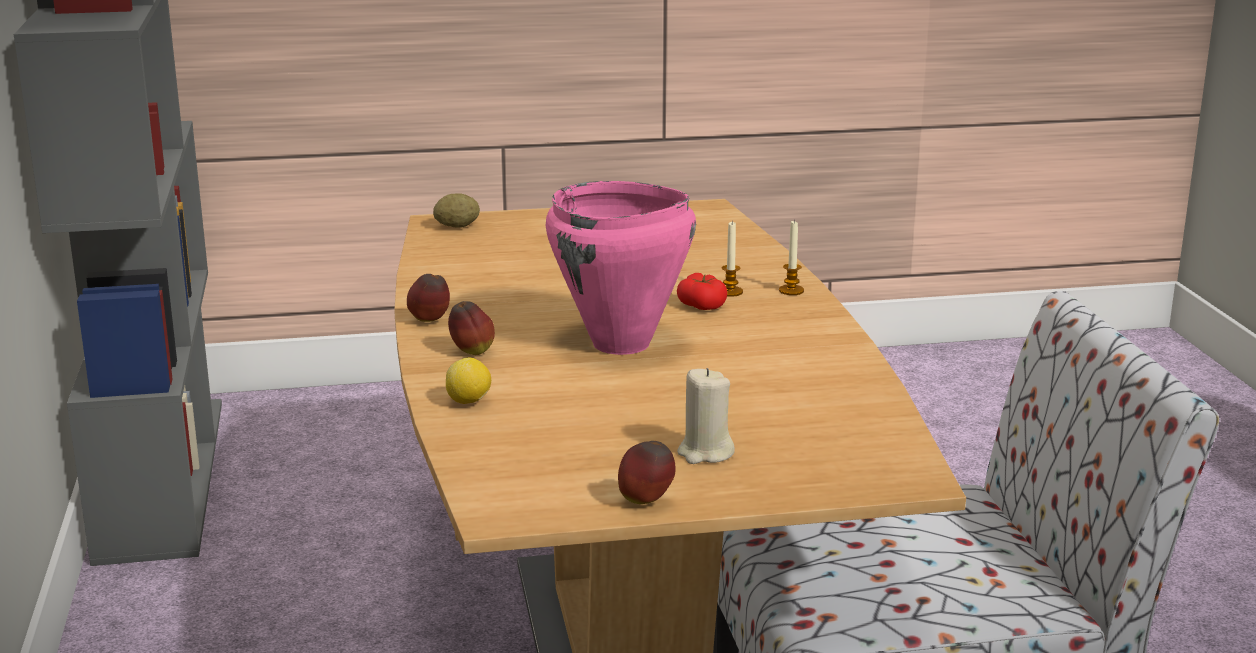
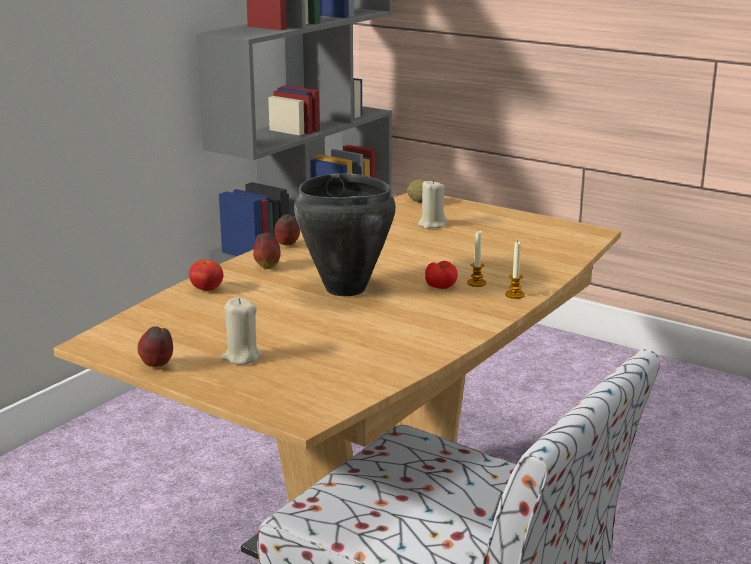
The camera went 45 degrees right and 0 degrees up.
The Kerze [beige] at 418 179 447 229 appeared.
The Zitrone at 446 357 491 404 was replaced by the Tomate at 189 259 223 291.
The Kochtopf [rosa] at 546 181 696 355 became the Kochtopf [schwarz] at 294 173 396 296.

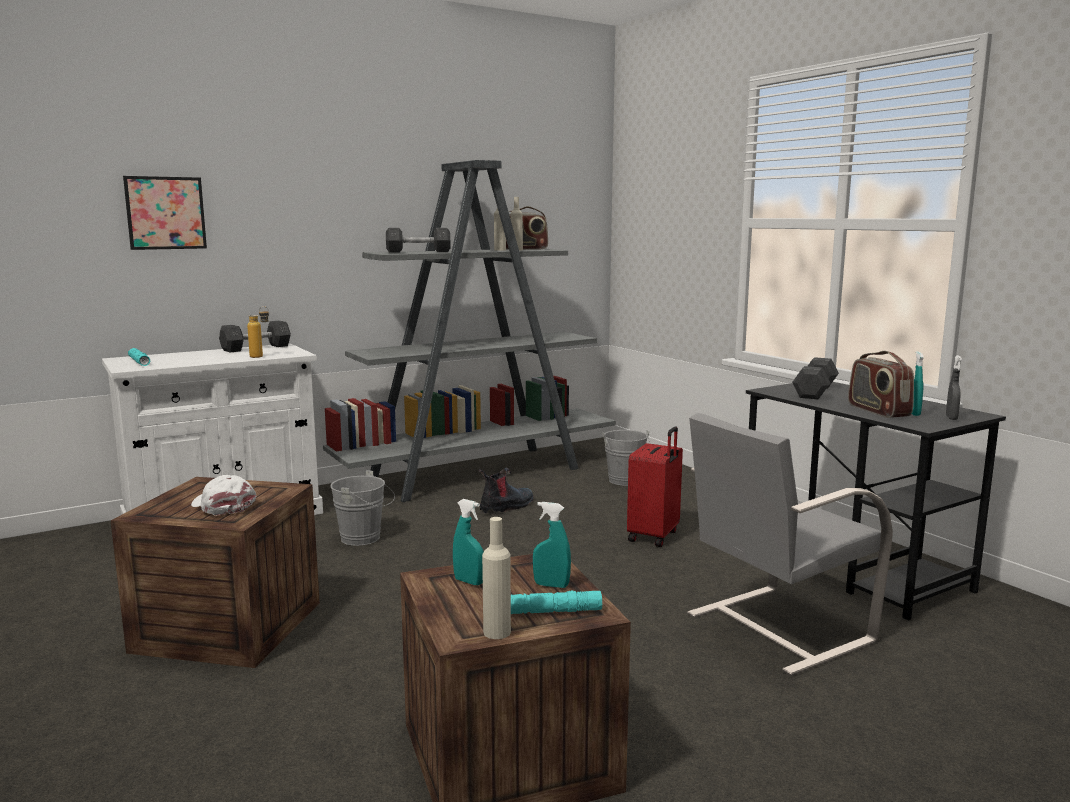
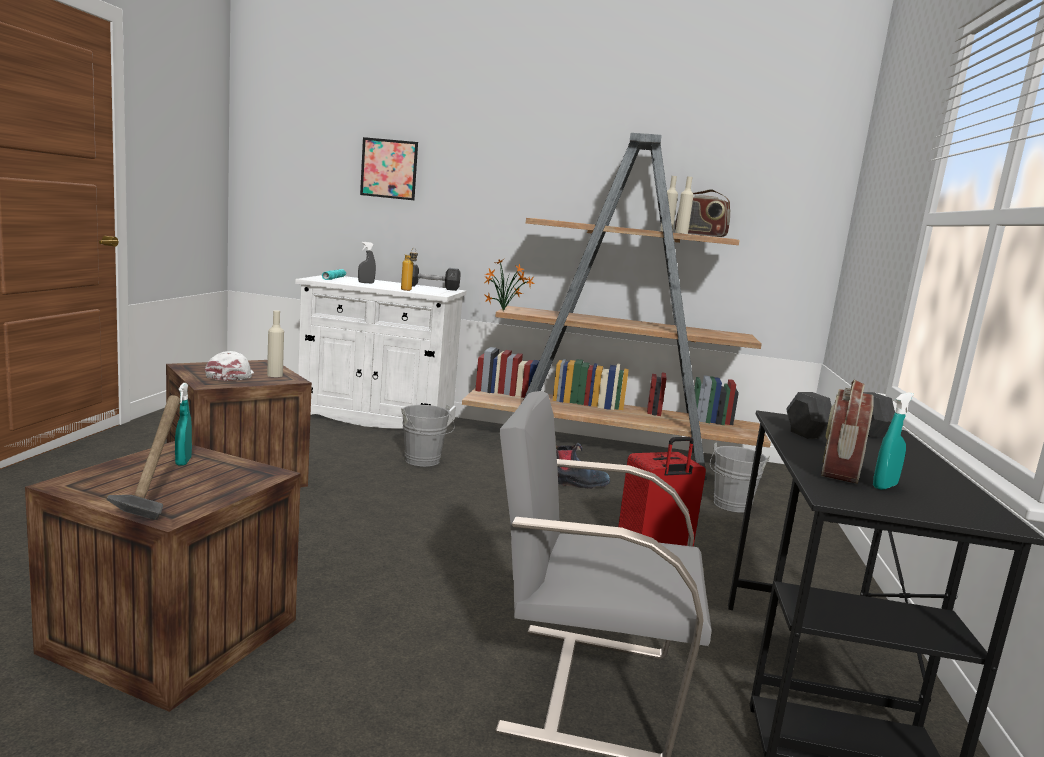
The camera went 40 degrees right and 0 degrees up.
The Hantel [grau] at 386 228 450 253 disappeared.
The Sprühflasche [türkis] at 533 502 571 588 disappeared.
The Topfpflanze at 484 259 534 311 appeared.
The Flasche [beige] moved from 482 517 511 639 to 267 310 284 377.
The Sprühflasche [grau] moved from 946 355 962 420 to 358 242 376 283.
The Taschenlampe [türkis] at 511 590 602 614 was replaced by the Hammer at 106 395 180 520.
The Bücherregal [grau] at 323 160 616 502 became the Bücherregal [braun] at 462 133 771 480.

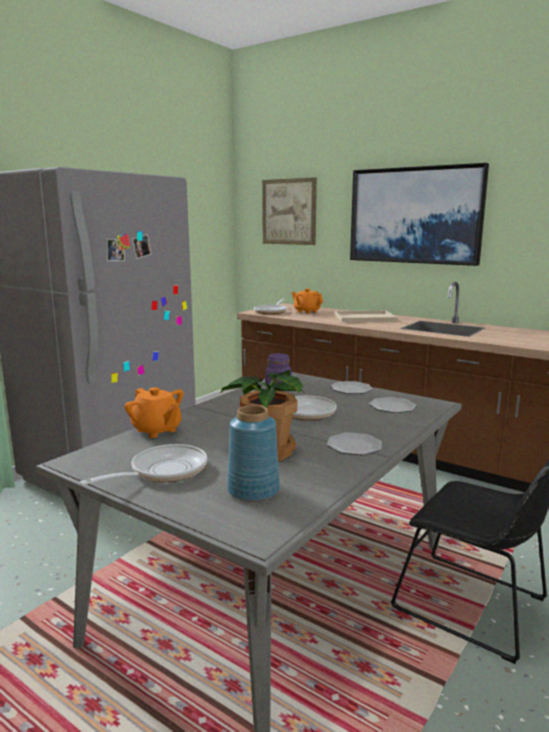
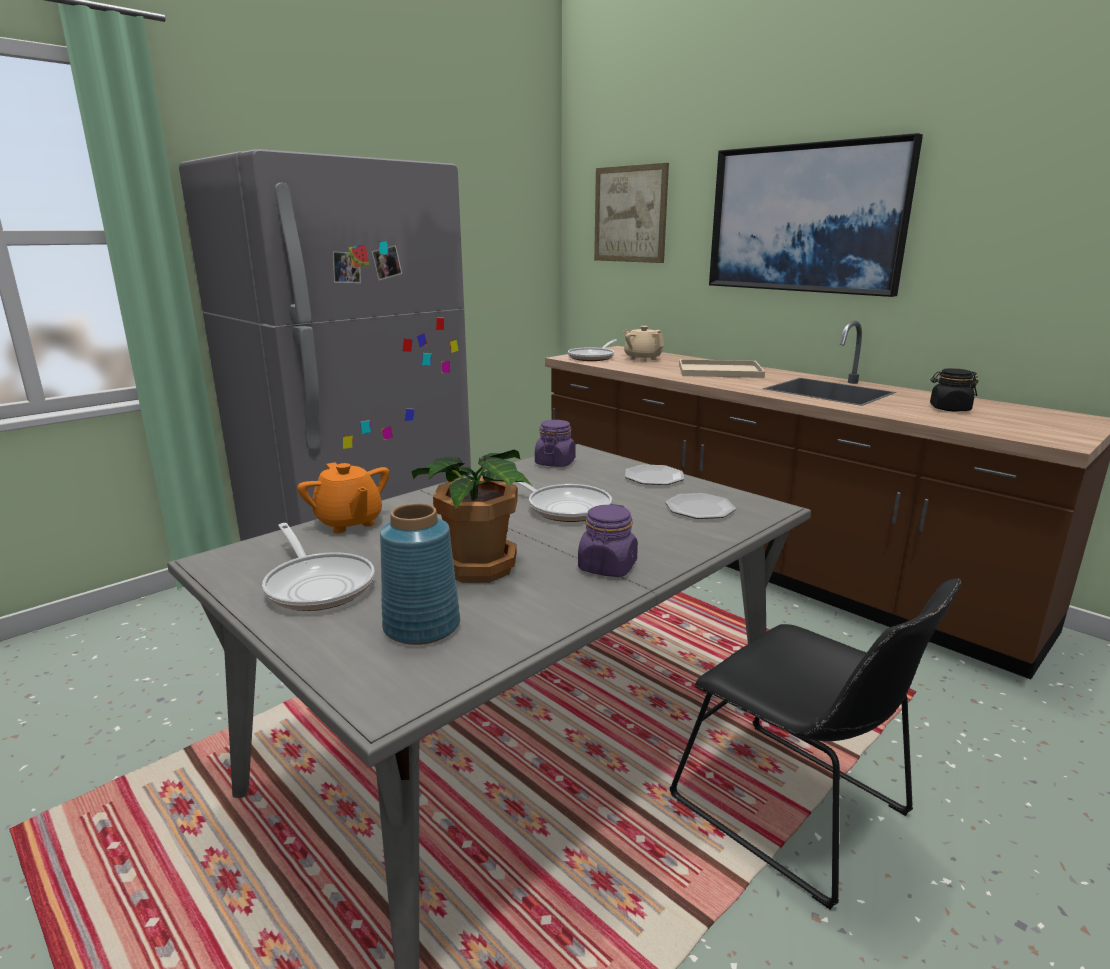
The camera went 10 degrees right and 5 degrees up.
The Vorratsglas [schwarz] at 930 368 979 411 appeared.
The Teller at 327 432 382 455 was replaced by the Vorratsglas [lila] at 578 504 638 577.
The Teekanne [orange] at 292 288 323 314 became the Teekanne [beige] at 623 326 664 362.
The Pfanne at 79 444 207 486 turned 90 degrees clockwise.

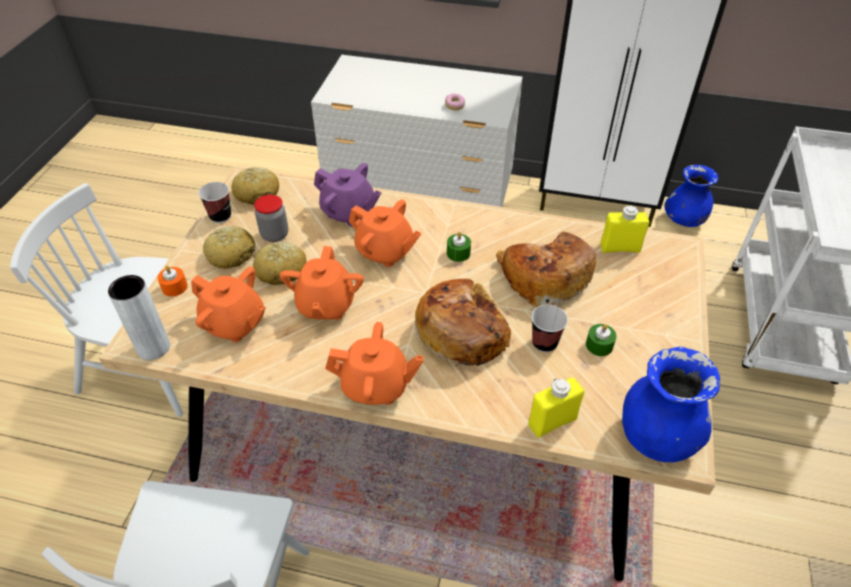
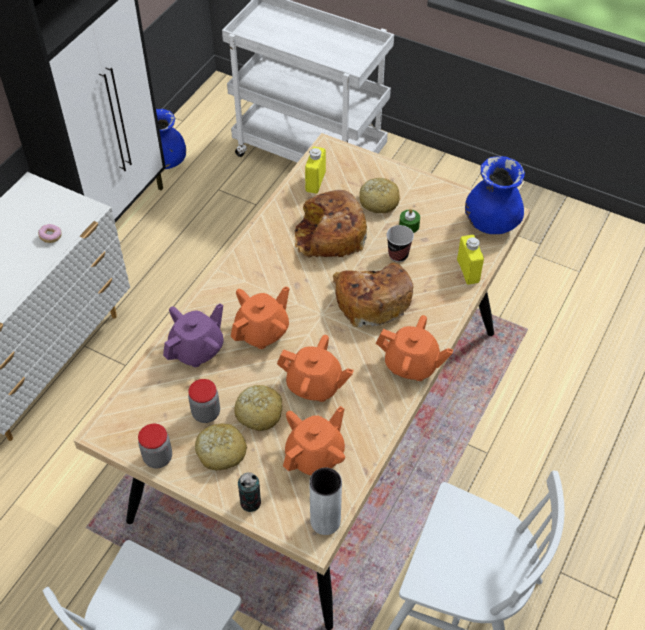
The camera went 75 degrees left and 5 degrees up.
The Kerze [grün] at 447 232 471 262 disappeared.
The Brot moved from 231 167 279 205 to 359 178 400 213.
The Kerze [orange] at 157 266 188 297 was replaced by the Dose at 238 472 261 512.
The Tasse at 198 182 231 223 was replaced by the Vorratsglas at 138 424 172 469.
The Teekanne [orange] at 325 322 424 405 turned 90 degrees clockwise.

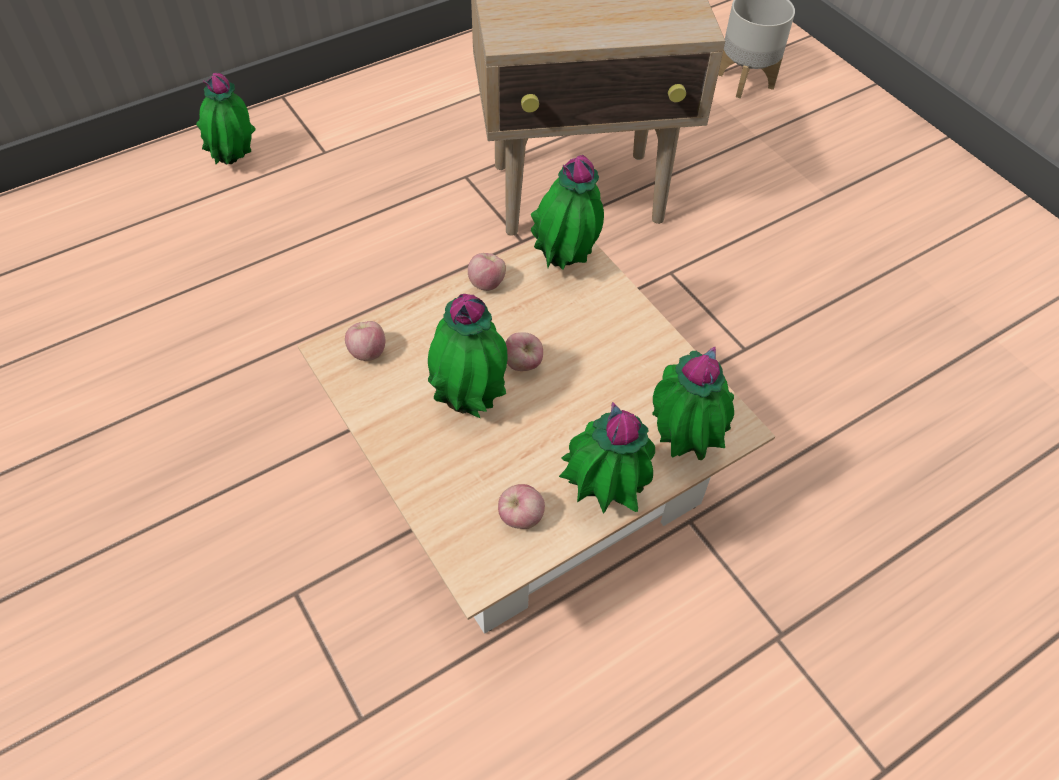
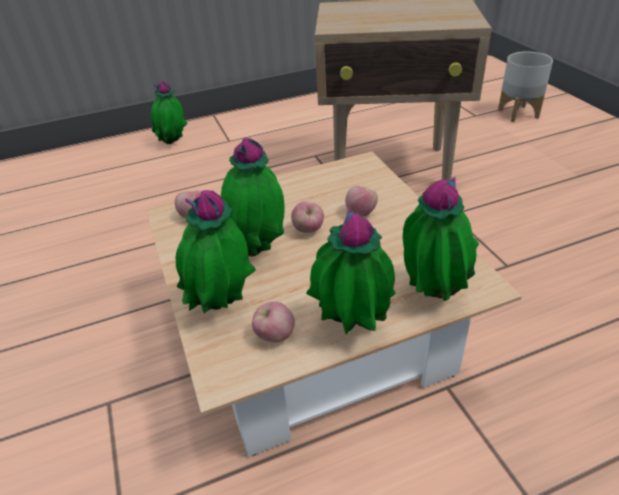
The camera went 15 degrees right and 15 degrees down.
The Apfel moved from 468 253 506 291 to 345 186 378 217.
The Topfpflanze moved from 531 155 604 270 to 176 190 256 313.

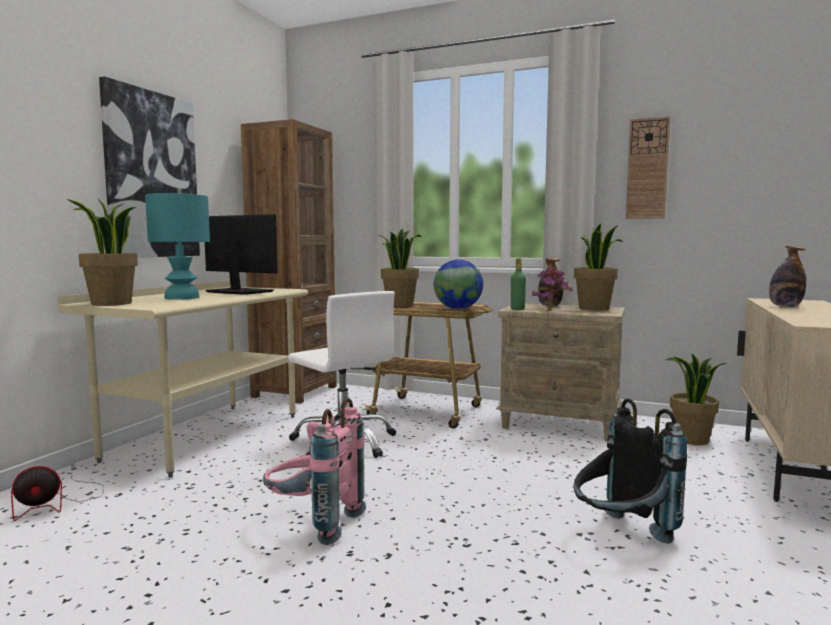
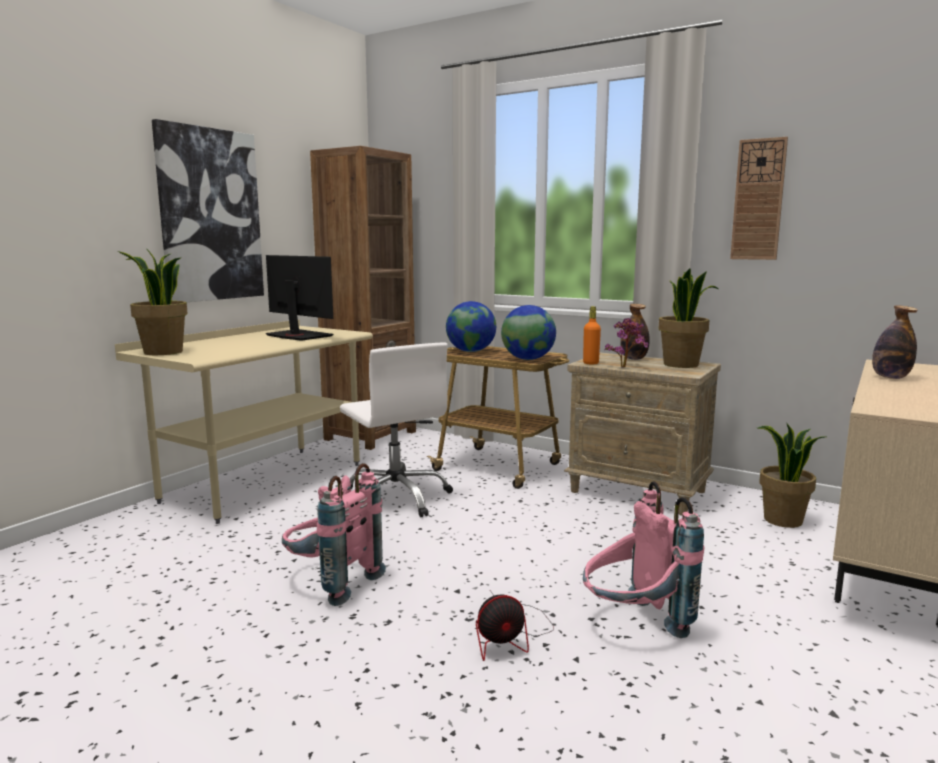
The camera went 10 degrees right and 5 degrees up.
The Tischlampe [türkis] at 145 193 210 300 disappeared.
The Ventilator moved from 11 466 103 521 to 476 590 553 661.
The Topfpflanze at 379 228 422 307 was replaced by the Globus at 446 301 496 352.
The Flasche [grün] at 511 258 526 310 became the Flasche [orange] at 583 306 601 365.
The Rucksack [schwarz] at 574 398 687 544 became the Rucksack [rosa] at 583 481 704 638.

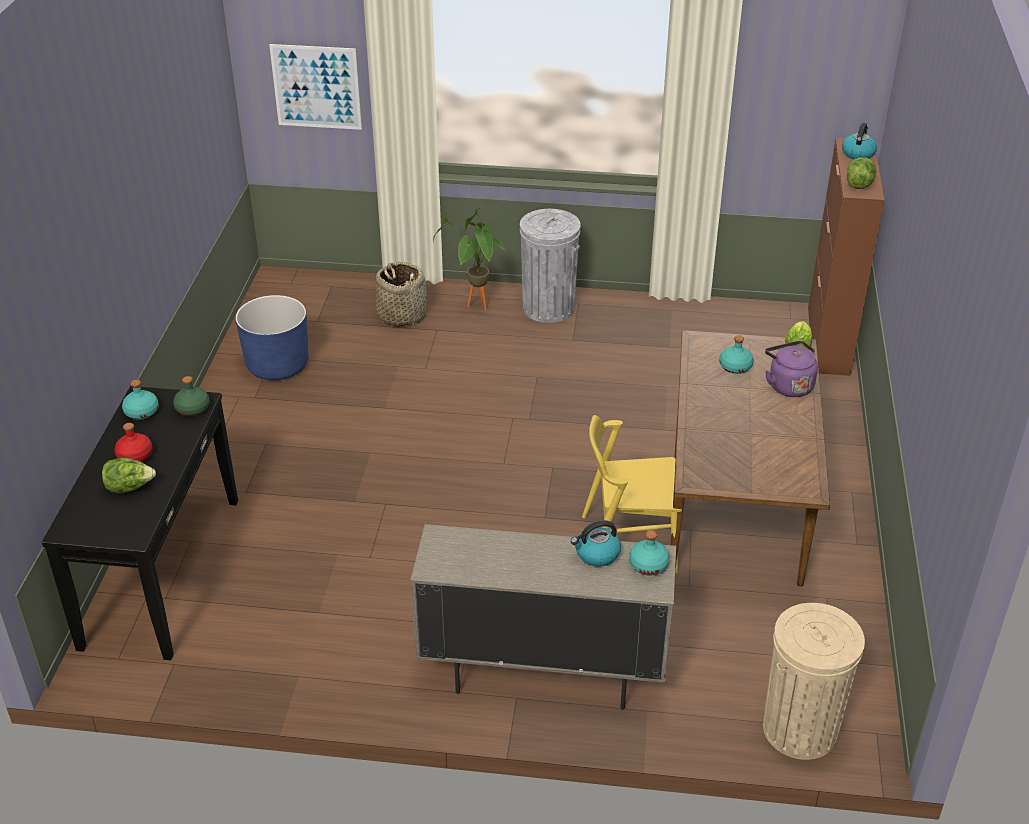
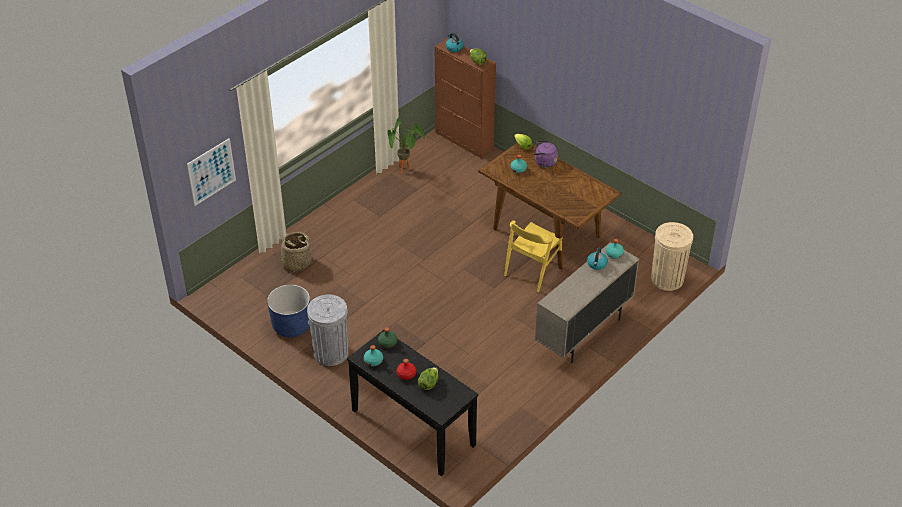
The camera went 55 degrees left and 5 degrees up.
The Topfpflanze moved from 433 207 505 310 to 387 117 425 173.
The Mülleimer [grau] moved from 520 209 581 323 to 307 295 348 366.

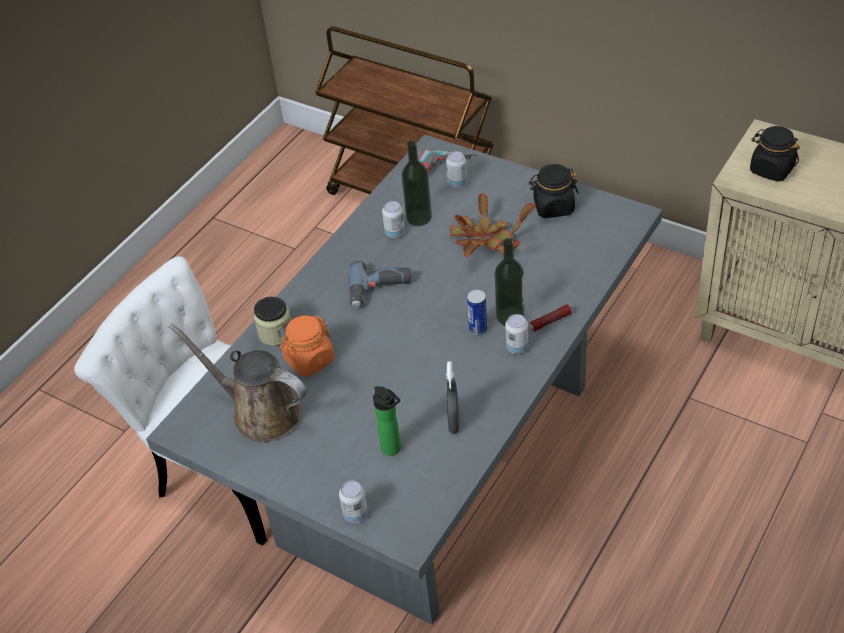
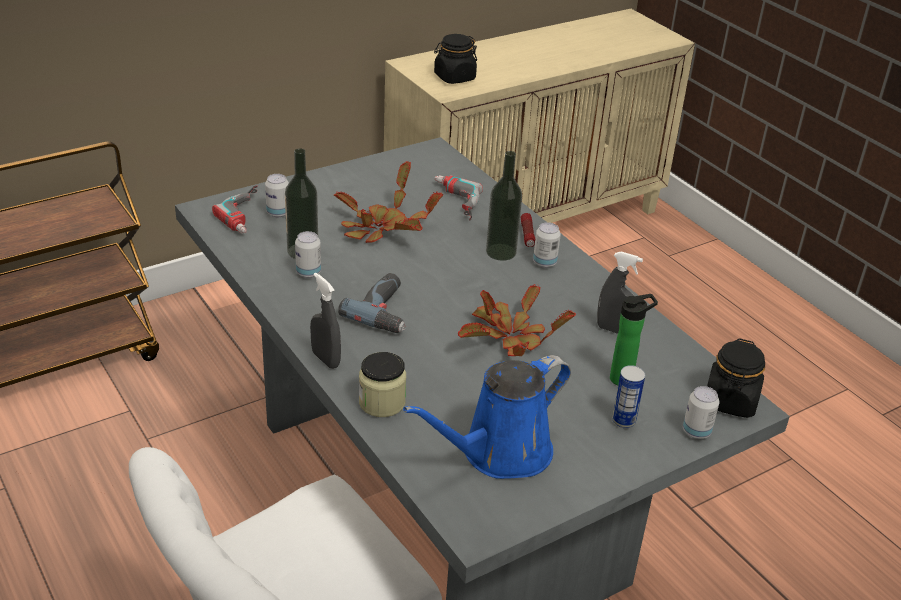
The camera went 70 degrees left and 10 degrees down.
The Vorratsglas [orange] at 280 315 334 377 disappeared.
The Sprühflasche [grau] at 310 273 341 369 appeared.
The Bohrmaschine at 434 175 483 220 appeared.
The Topfpflanze at 458 284 576 356 appeared.
The Dose moved from 467 290 487 336 to 612 365 645 428.
The Vorratsglas [schwarz] moved from 529 164 578 218 to 707 338 765 418.
The Gießkanne [braun] at 169 323 307 442 became the Gießkanne [blau] at 403 355 571 479.

